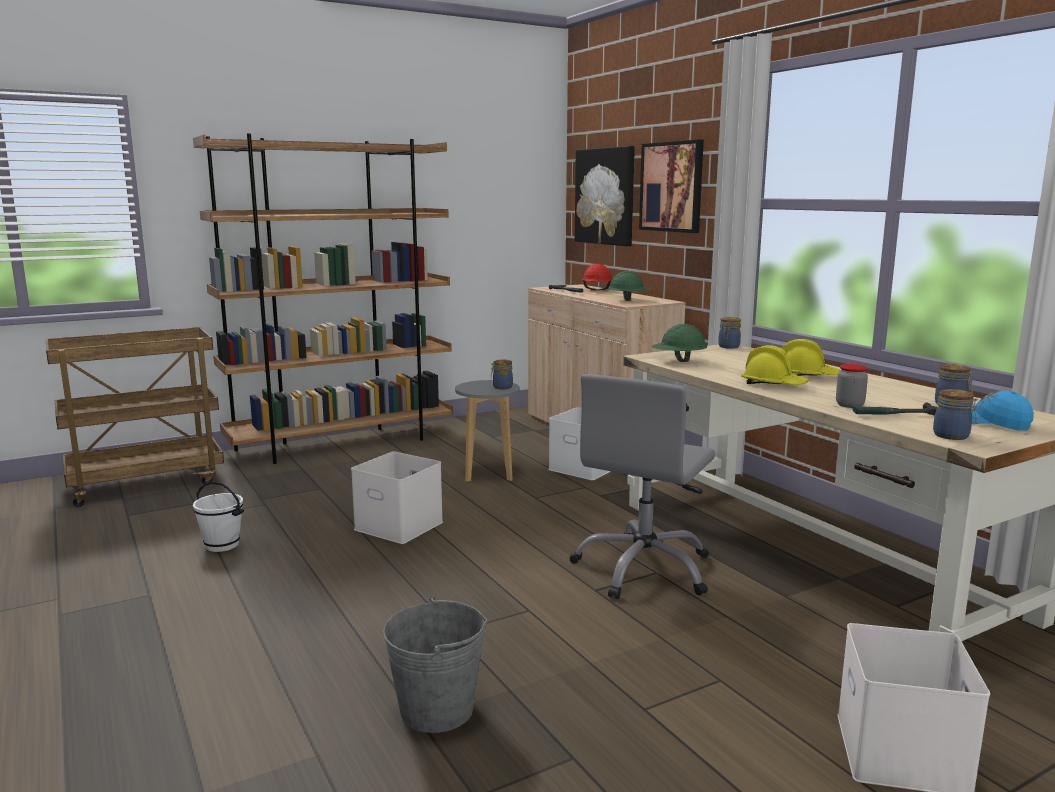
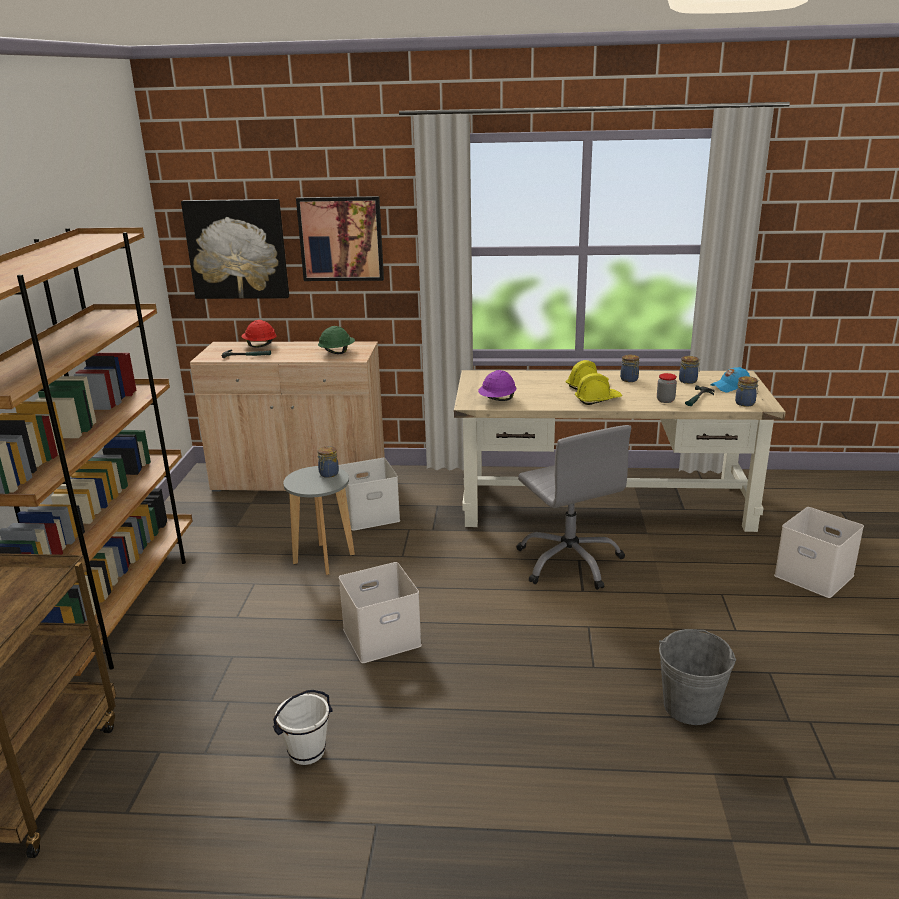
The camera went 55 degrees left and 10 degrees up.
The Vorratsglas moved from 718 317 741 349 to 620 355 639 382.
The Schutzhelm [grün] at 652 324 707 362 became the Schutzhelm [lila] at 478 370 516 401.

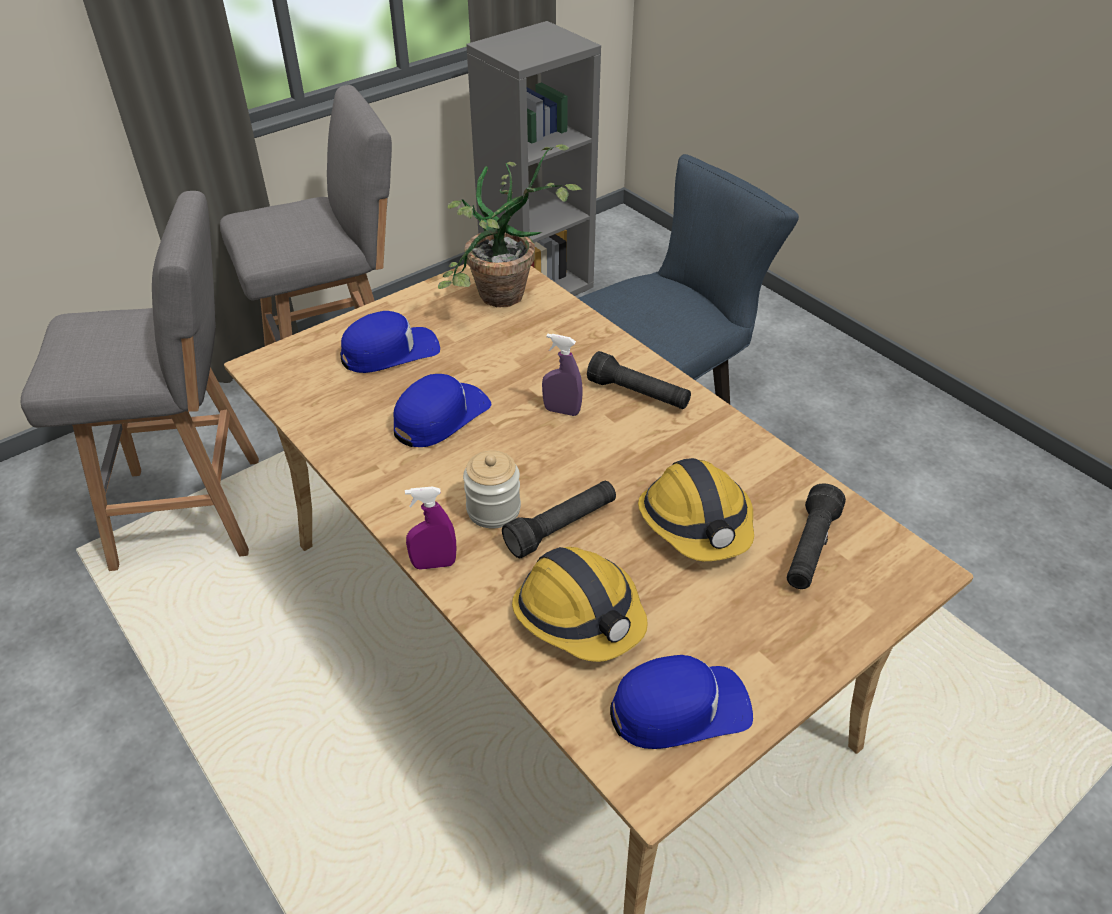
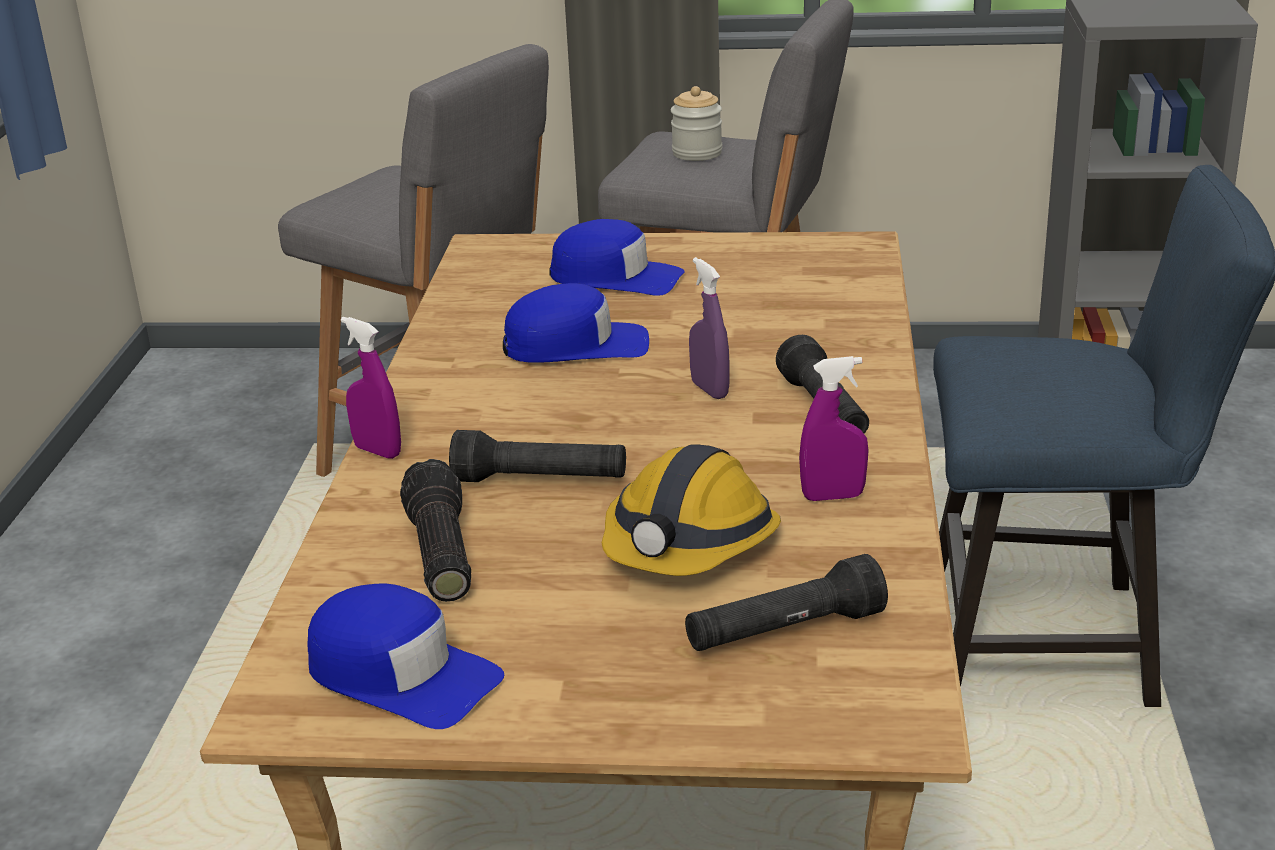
The camera went 45 degrees right and 15 degrees down.
The Topfpflanze at 438 144 583 307 disappeared.
The Sprühflasche [lila] at 799 356 869 501 appeared.
The Vorratsglas moved from 463 450 521 528 to 671 86 722 161.
The Schutzhelm at 512 547 648 662 was replaced by the Taschenlampe at 400 459 471 602.

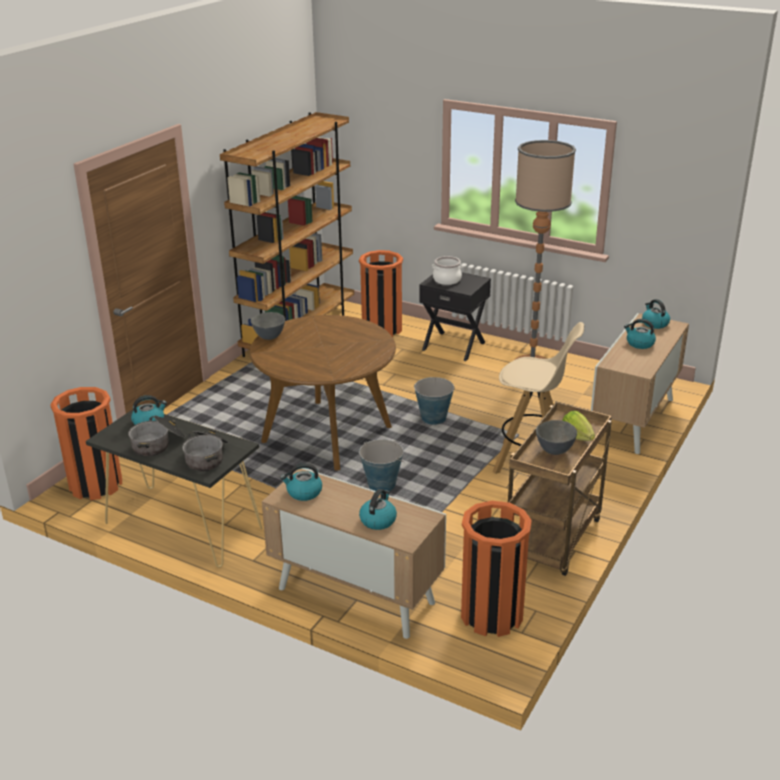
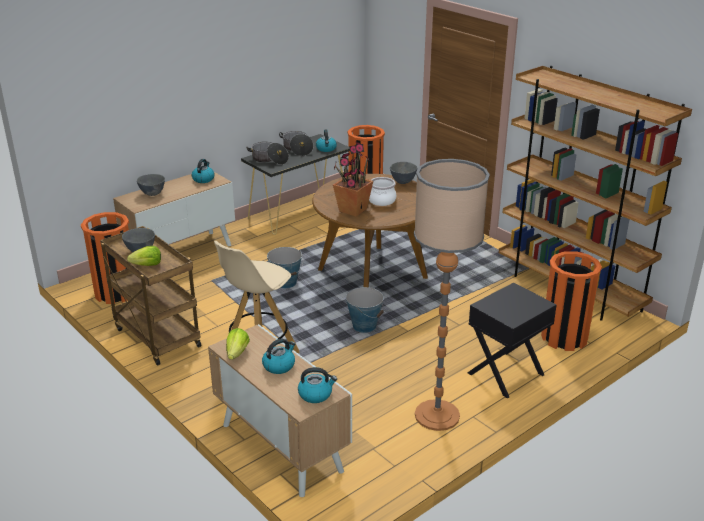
The camera went 110 degrees right and 0 degrees up.
The Salatkopf at 226 328 250 360 appeared.
The Topfpflanze at 333 141 373 216 appeared.
The Kochtopf moved from 432 256 463 285 to 369 177 396 206.
The Wasserkessel at 359 489 397 530 was replaced by the Schüssel [grau] at 137 174 165 196.

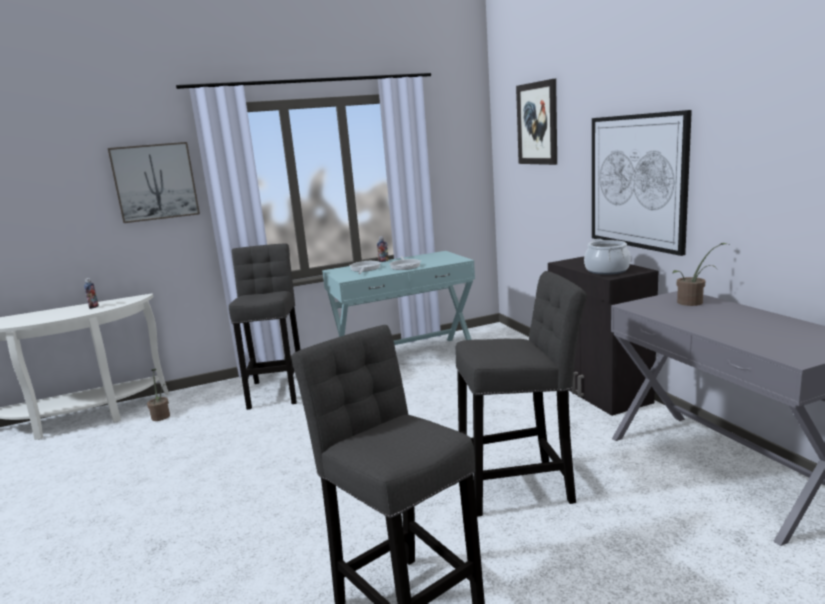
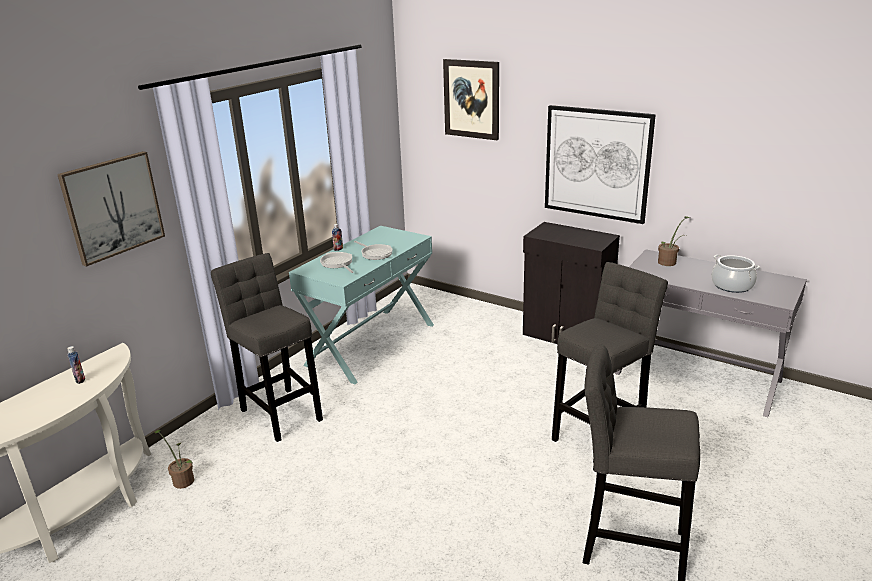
The camera went 35 degrees left and 10 degrees up.
The Kochtopf moved from 584 239 630 275 to 712 255 760 293.

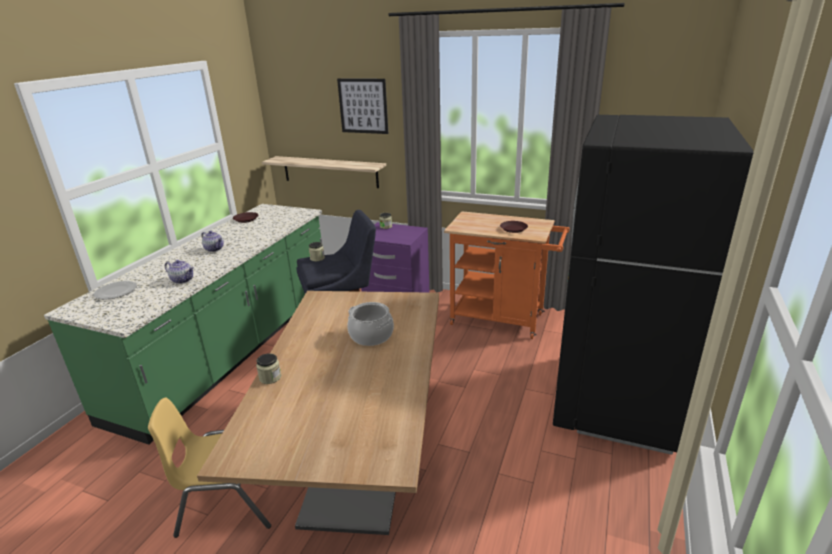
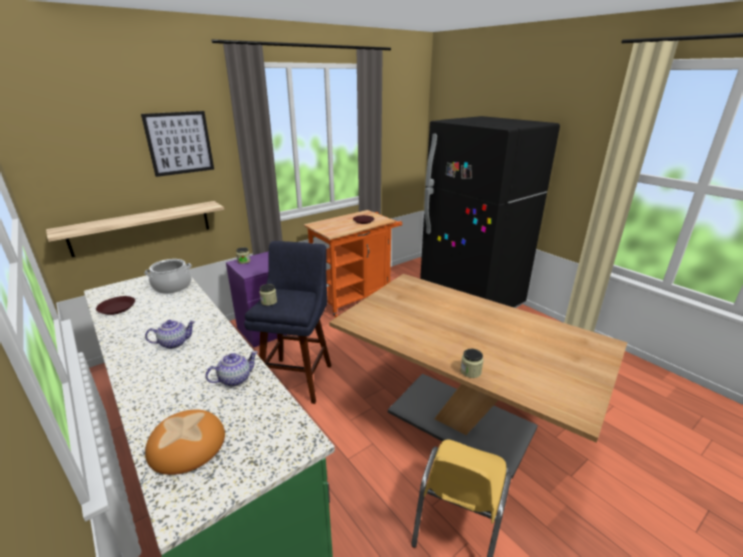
The camera went 60 degrees left and 0 degrees up.
The Kochtopf moved from 347 302 394 346 to 144 259 192 294.
The Teller at 94 281 137 299 was replaced by the Brot at 145 410 225 475.

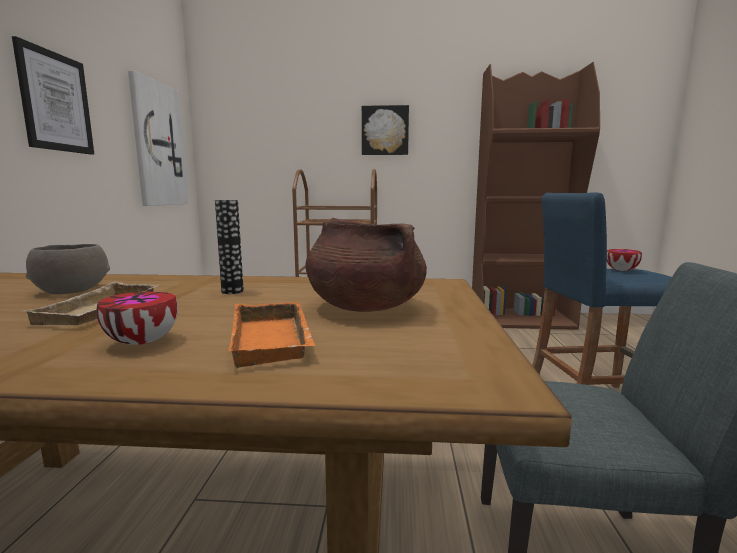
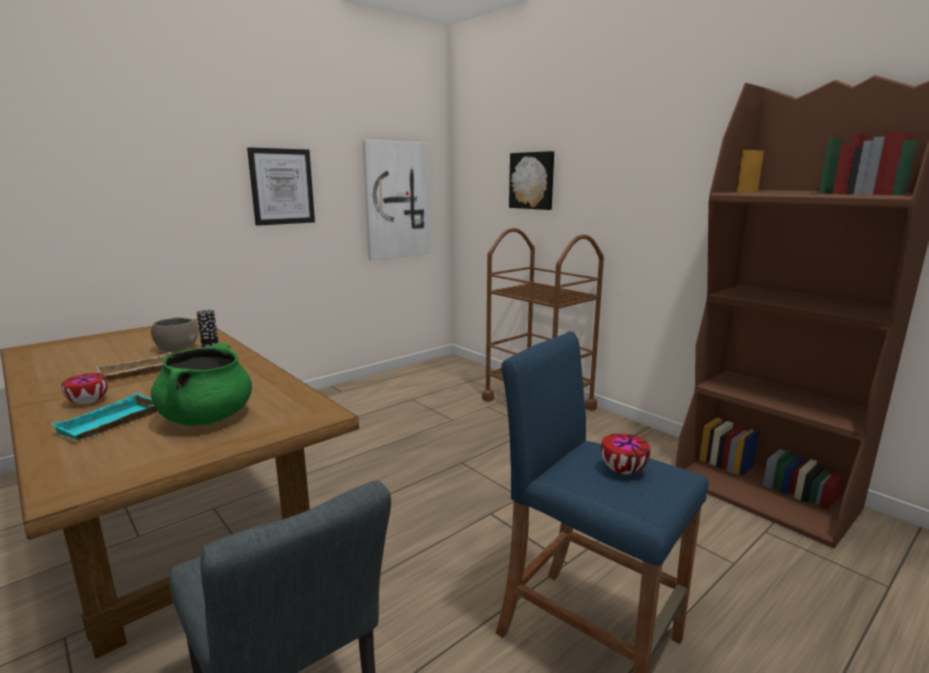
The camera went 45 degrees right and 5 degrees up.
The Bild moved from 362 105 409 155 to 509 151 554 210.
The Tablett [orange] at 228 302 316 368 became the Tablett [türkis] at 51 393 157 440.
The Kochtopf [braun] at 305 218 427 312 became the Kochtopf [grün] at 151 343 252 426.

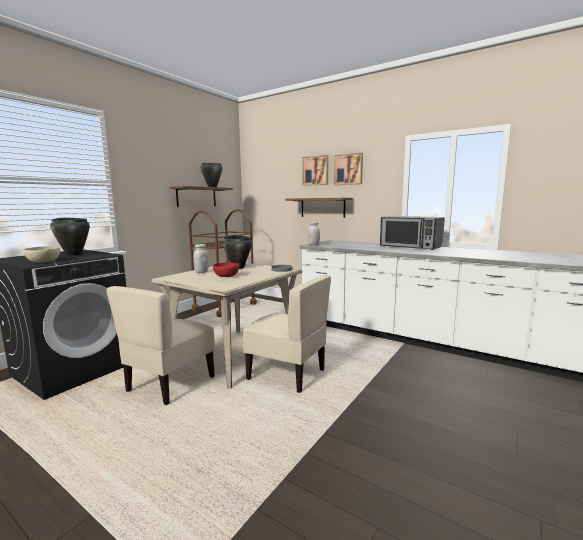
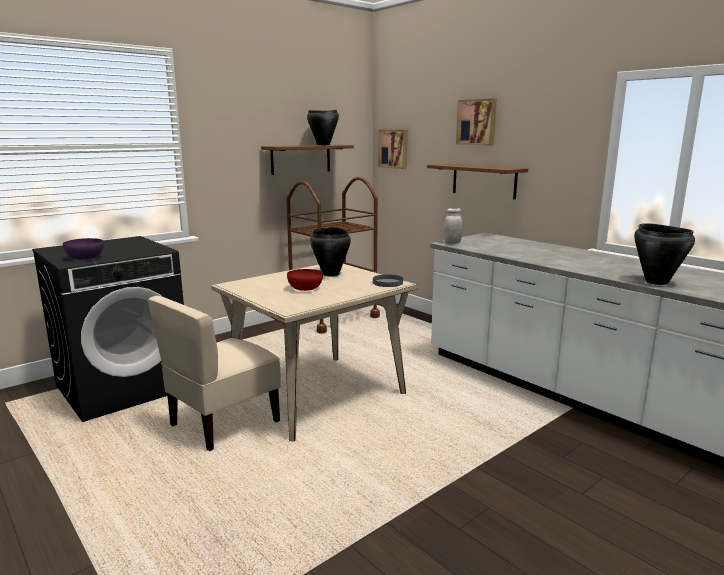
The camera went 15 degrees right and 5 degrees up.
The Vorratsglas [weiß] at 193 244 209 273 disappeared.
The Stuhl [beige] at 242 275 331 393 disappeared.
The Mikrowelle at 380 216 445 250 disappeared.
The Kochtopf [schwarz] moved from 50 218 90 256 to 634 223 695 285.
The Bild moved from 334 153 363 185 to 378 130 408 169.
The Schüssel [beige] at 23 246 60 263 became the Schüssel [lila] at 63 238 104 260.

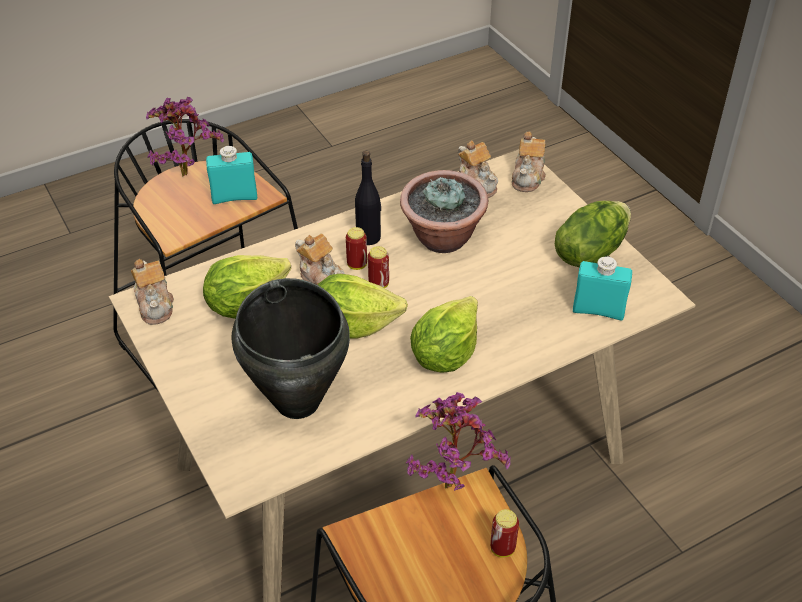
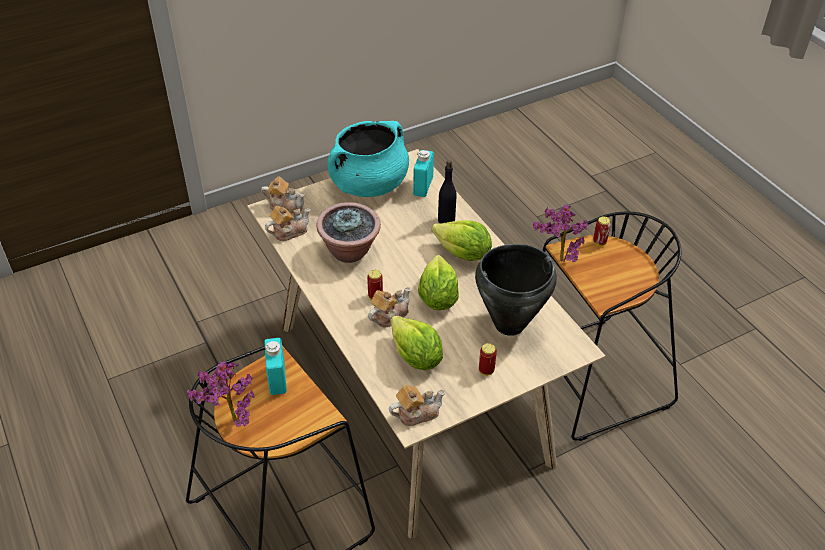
The camera went 90 degrees left and 0 degrees up.
The Flasche [schwarz] moved from 355 151 381 245 to 438 160 457 223.
The Dose moved from 368 246 389 288 to 479 343 497 376.
The Salatkopf at 555 201 631 267 was replaced by the Kochtopf [türkis] at 327 121 409 197.

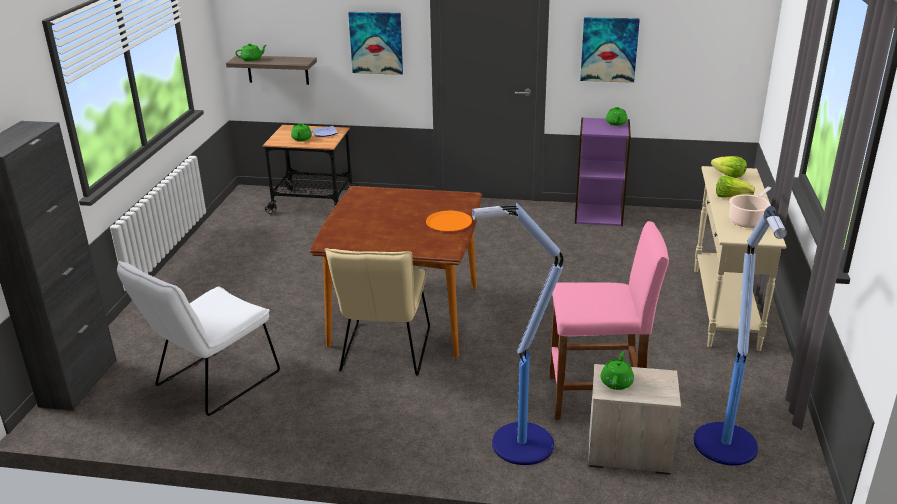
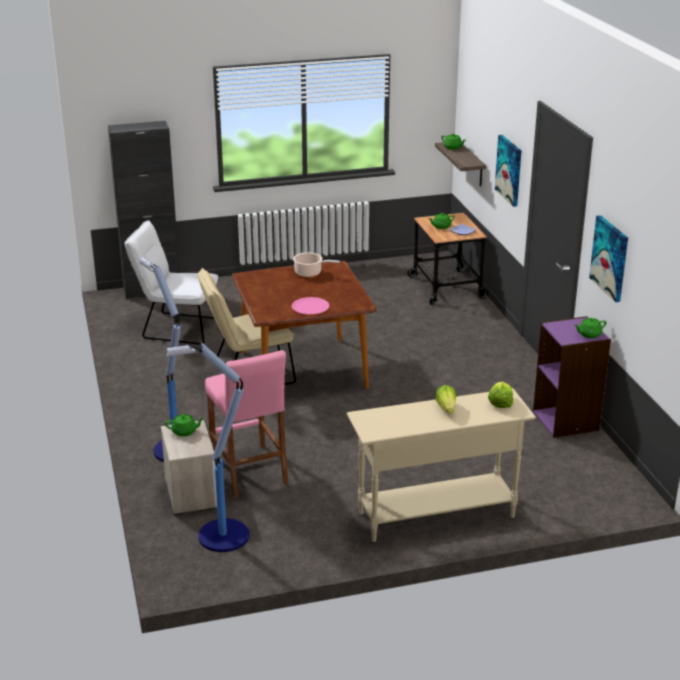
The camera went 65 degrees right and 0 degrees up.
The Kochtopf moved from 729 187 771 228 to 293 252 340 277.
The Teller [orange] at 426 211 472 231 became the Teller [rosa] at 292 297 329 314.

